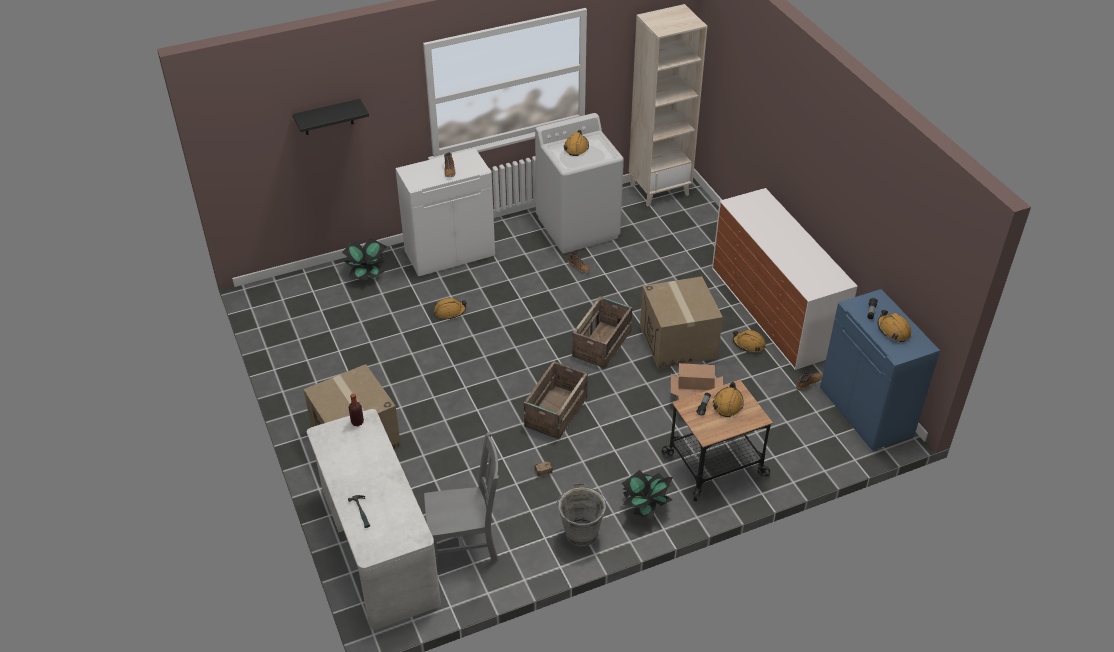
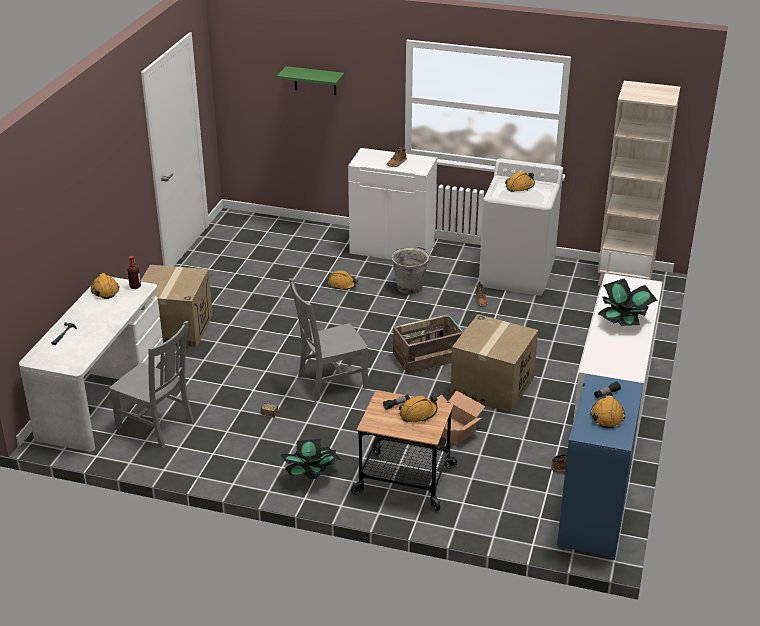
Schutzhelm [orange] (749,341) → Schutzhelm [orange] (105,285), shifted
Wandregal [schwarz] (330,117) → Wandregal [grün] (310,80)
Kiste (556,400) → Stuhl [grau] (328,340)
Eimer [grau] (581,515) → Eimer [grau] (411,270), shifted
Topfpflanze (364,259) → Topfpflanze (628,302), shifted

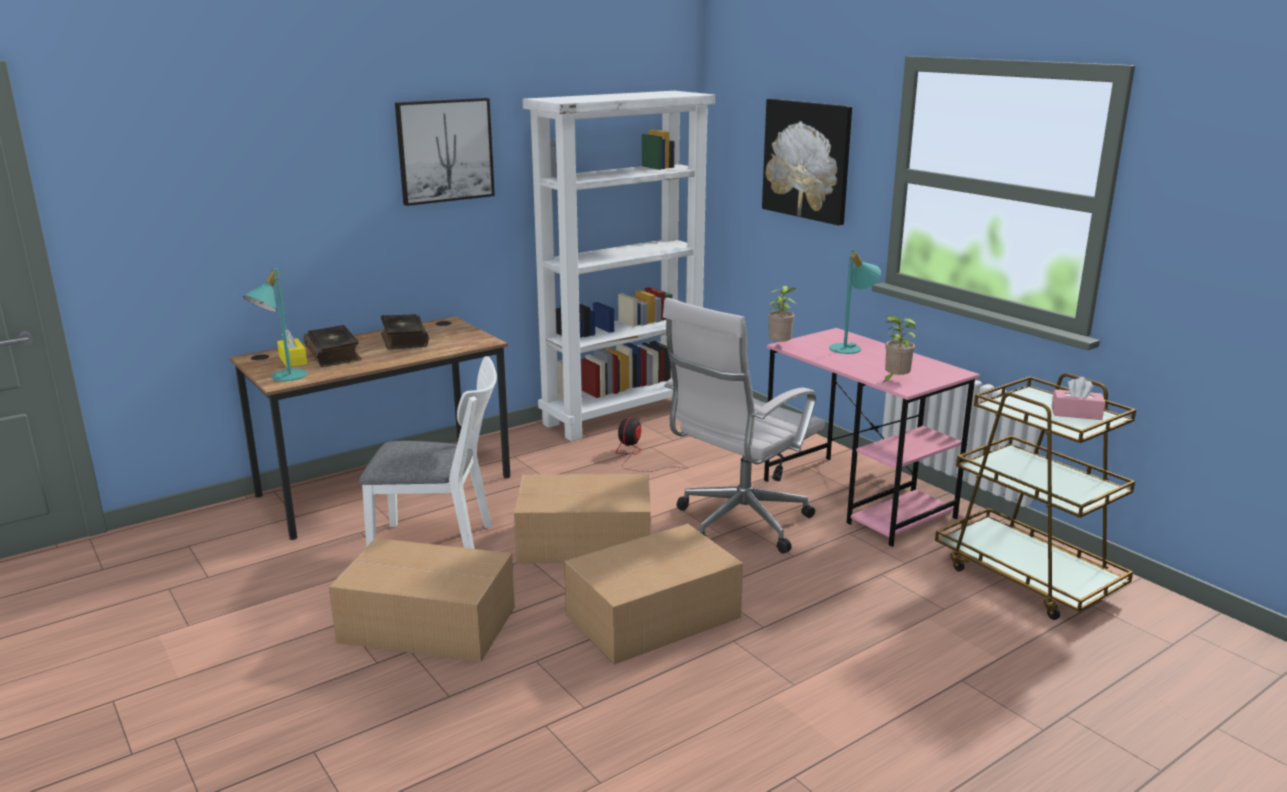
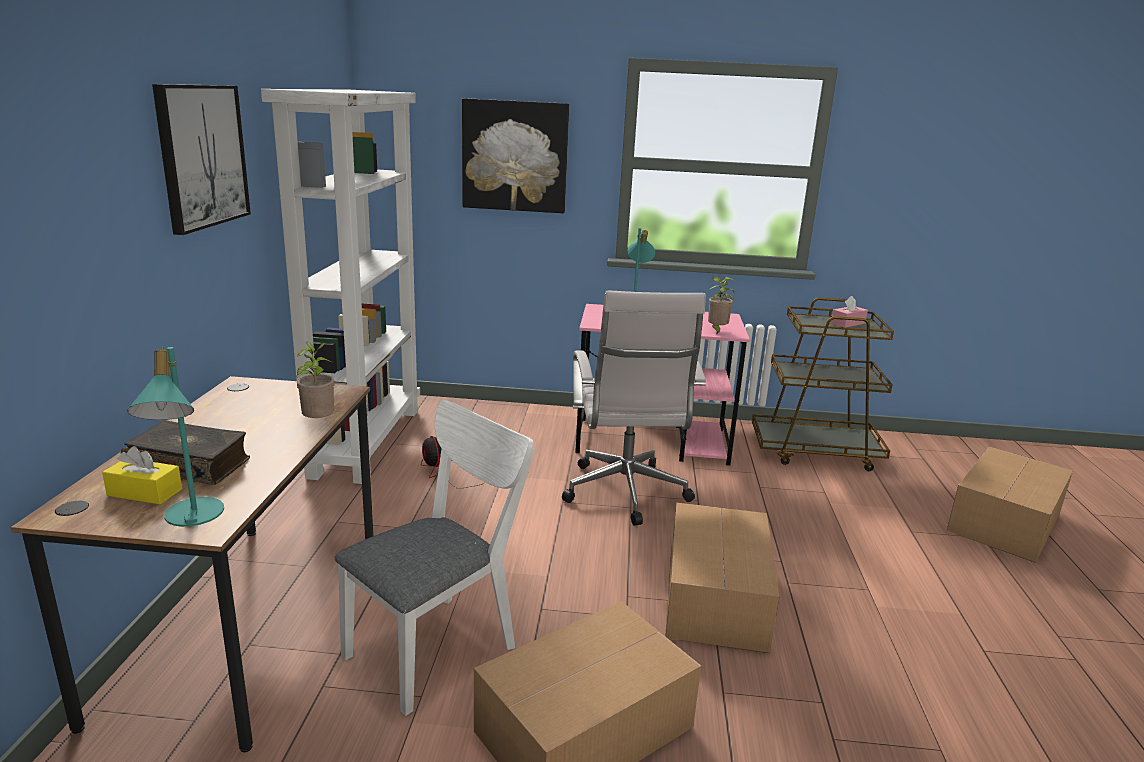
Topfpflanze (782,314) → Topfpflanze (315,380), shifted
Karton (582,519) → Karton (1010,504), shifted
Buch (405,332) → -

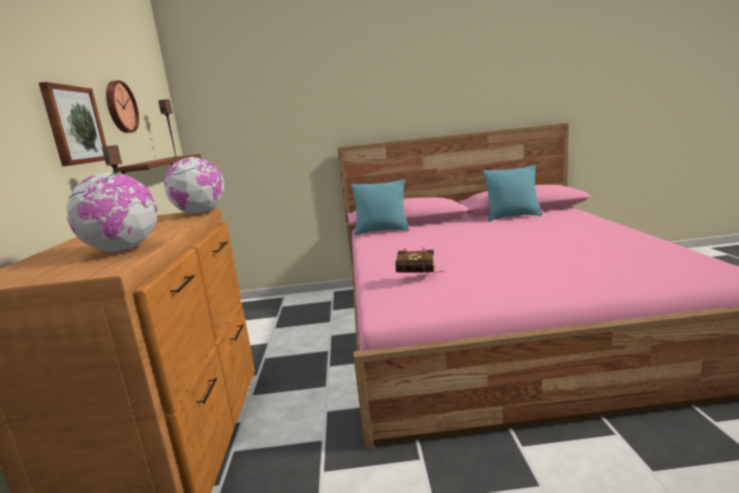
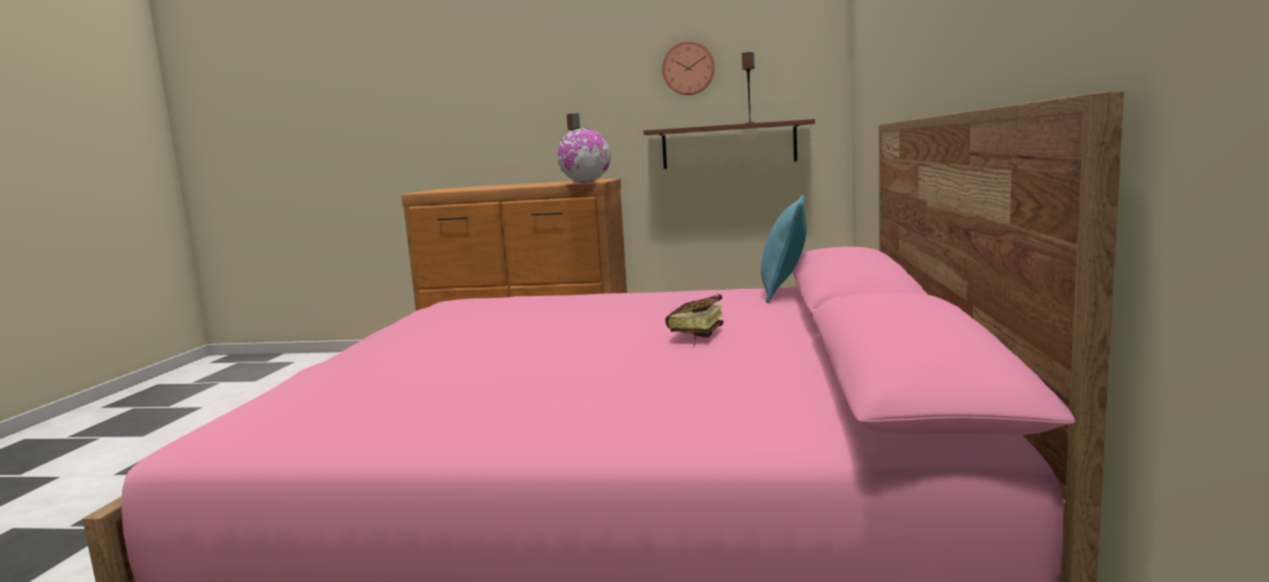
Buch (420,260) → Buch (694,320), shifted
Bild (73,124) → -
Globus (112,212) → -
Kissen [türkis] (512,193) → -

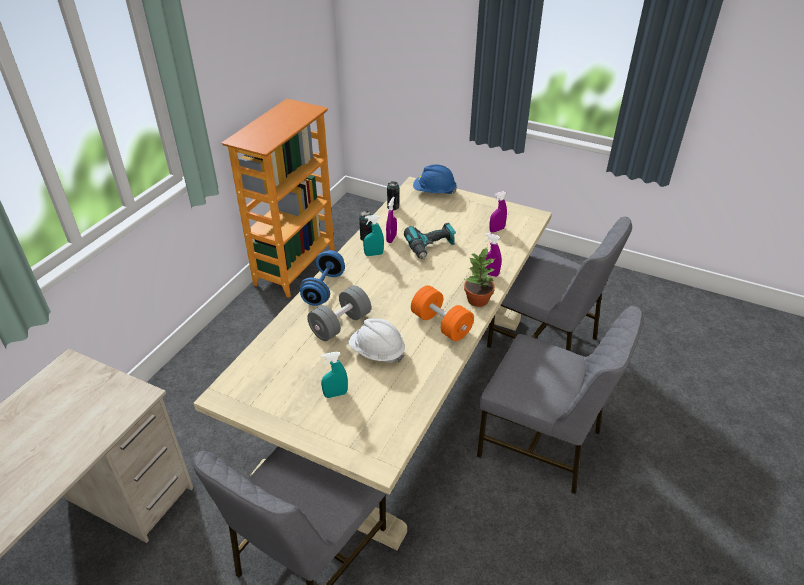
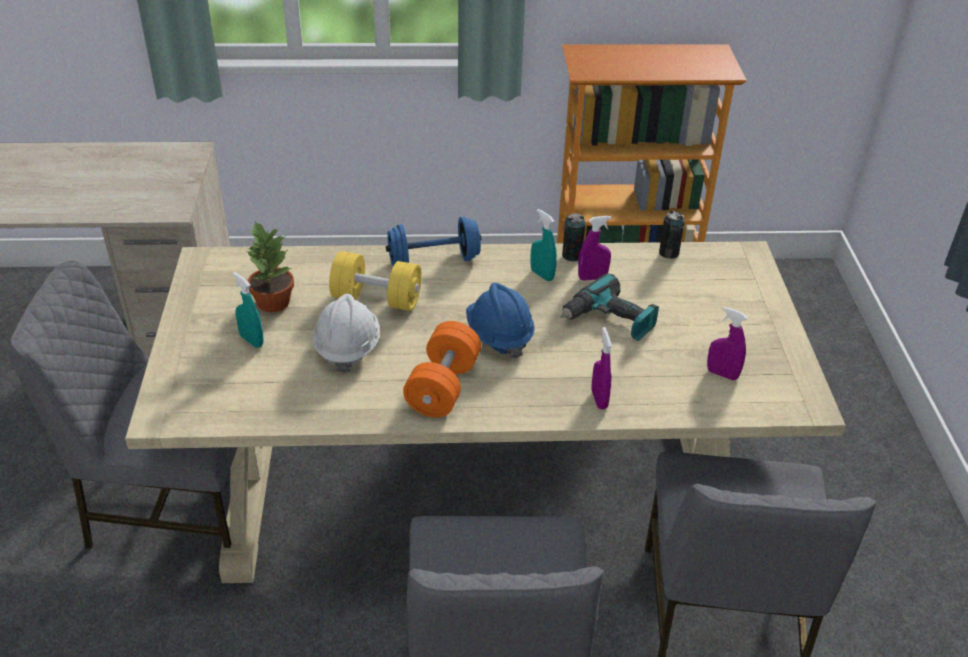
Topfpflanze (480,277) → Topfpflanze (270,266), shifted
Hantel [grau] (339,313) → Hantel [gelb] (375,281)
Schutzhelm [blau] (435,179) → Schutzhelm [blau] (500,321), shifted

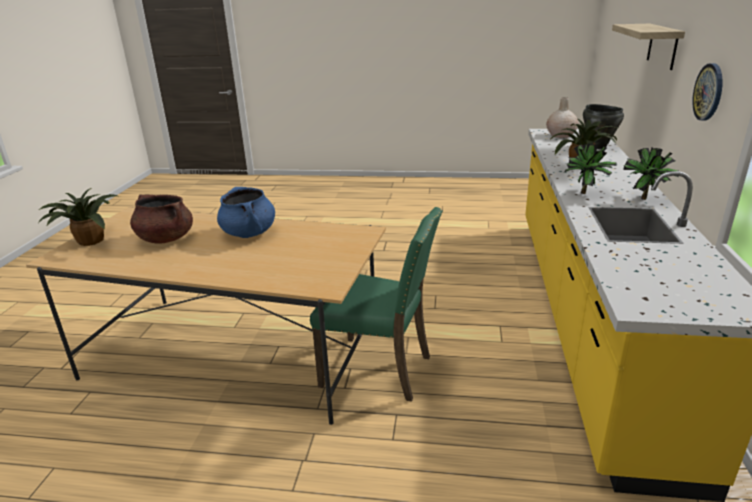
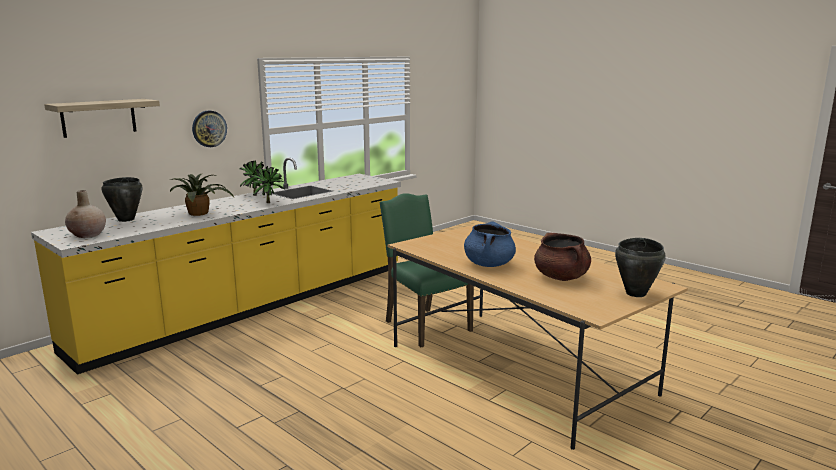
Topfpflanze (79,217) → Kochtopf [schwarz] (640,267)

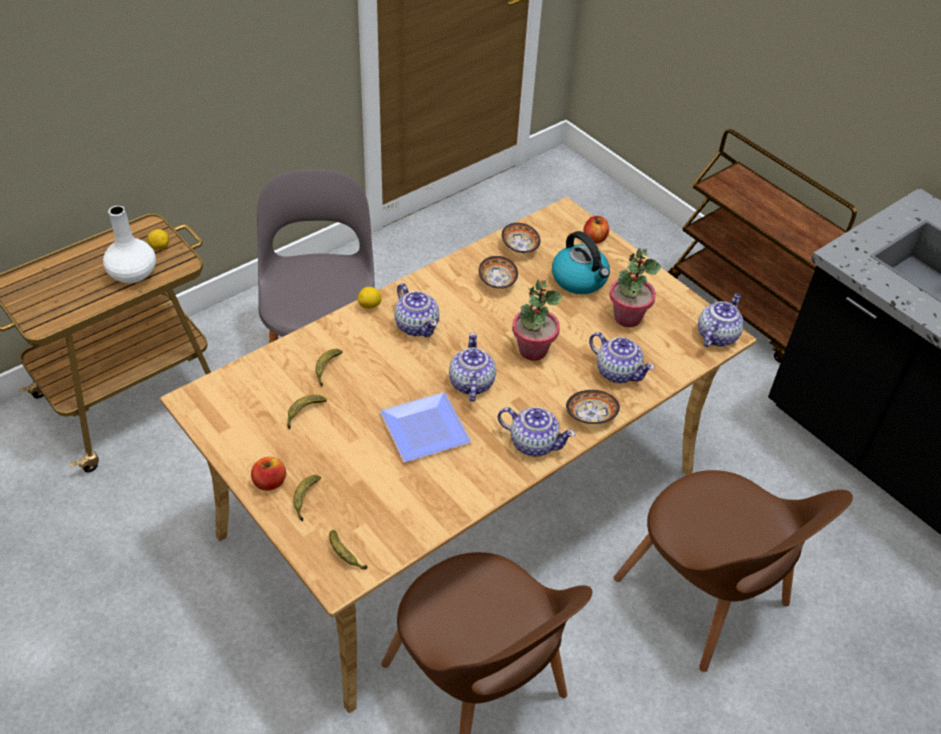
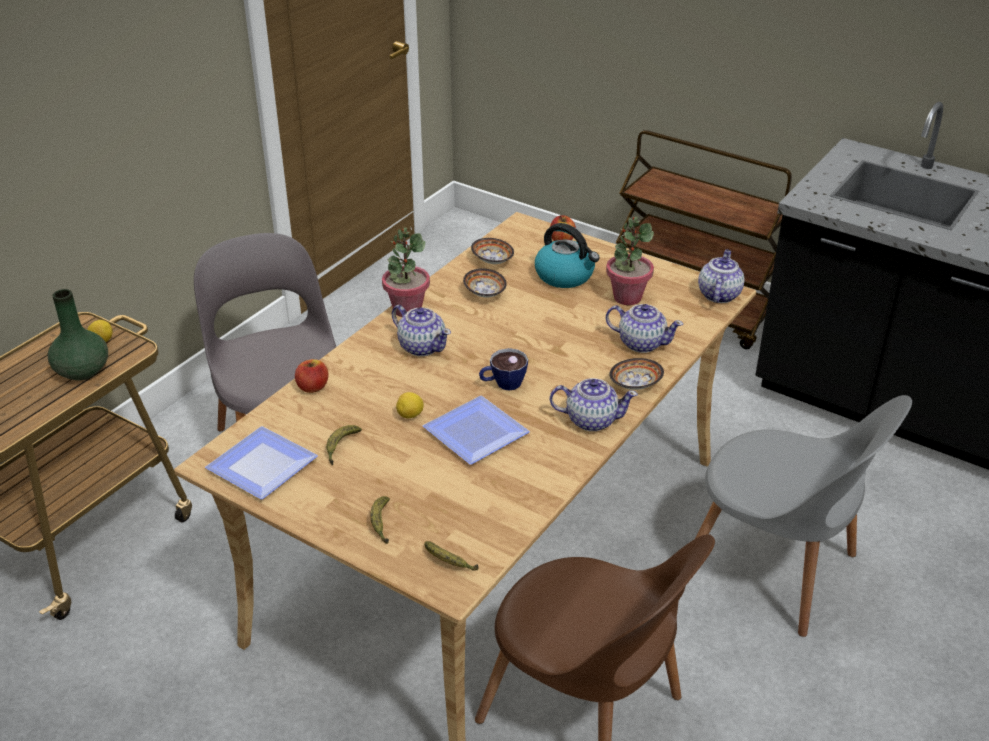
Vase [weiß] (129,244) → Vase [grün] (77,335)
- → Teller (261,462)
Apfel (268,474) → Apfel (312,376), shifted
Topfpflanze (537,320) → Topfpflanze (406,272), shifted
Zitrone (370,298) → Zitrone (410,405), shifted
Teekanne (472,367) → Tasse (503,369)
Stuhl [braun] (733,571) → Stuhl [grau] (803,516)
Banane (329,368) → -

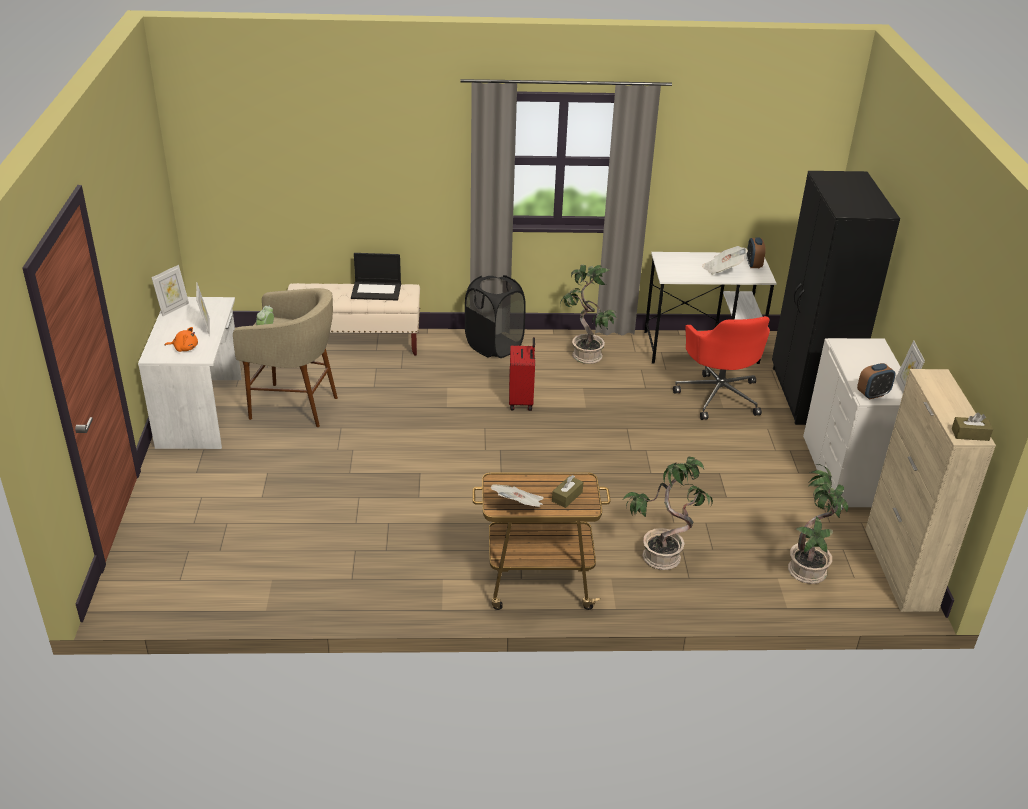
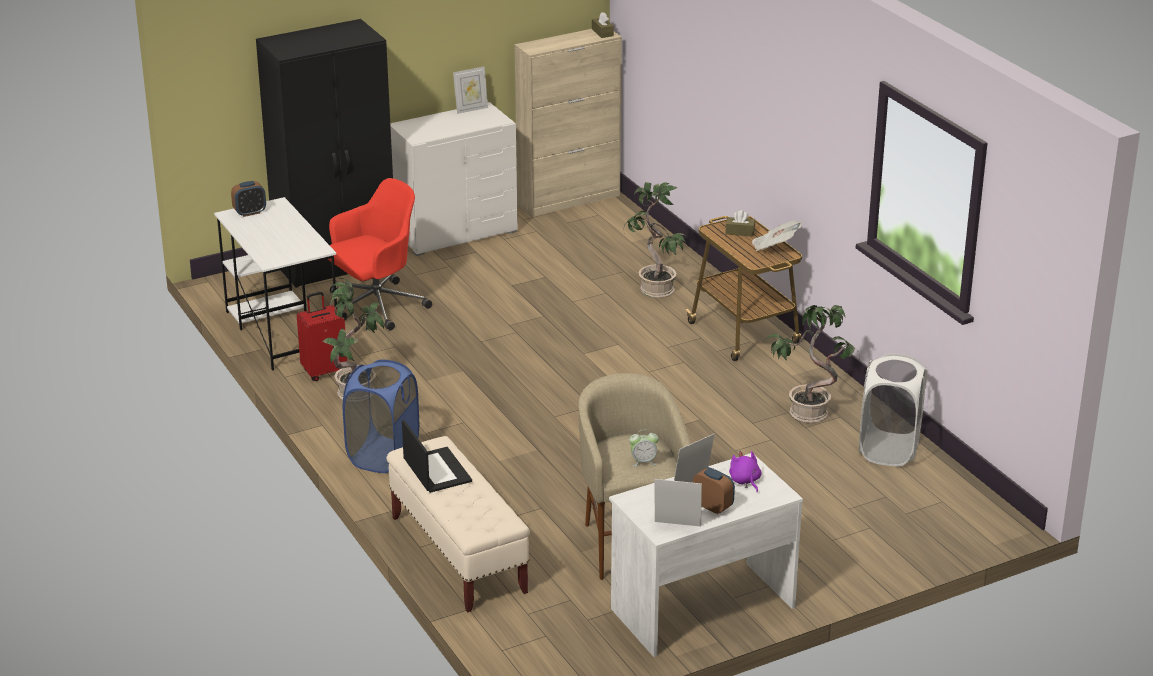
Koffer [rot] (522,374) → Koffer [rot] (322,336), shifted
Wäschekorb [schwarz] (495,316) → Wäschekorb [blau] (381,416)
Wecker (876,381) → Wecker (714,490), shifted
Plüschtier [orange] (181,339) → Plüschtier [lila] (745,471)
Topfpflanze (818,524) → Topfpflanze (810,364), shifted
- → Wäschekorb [weiß] (893,409)
Zeitung (725,260) → -

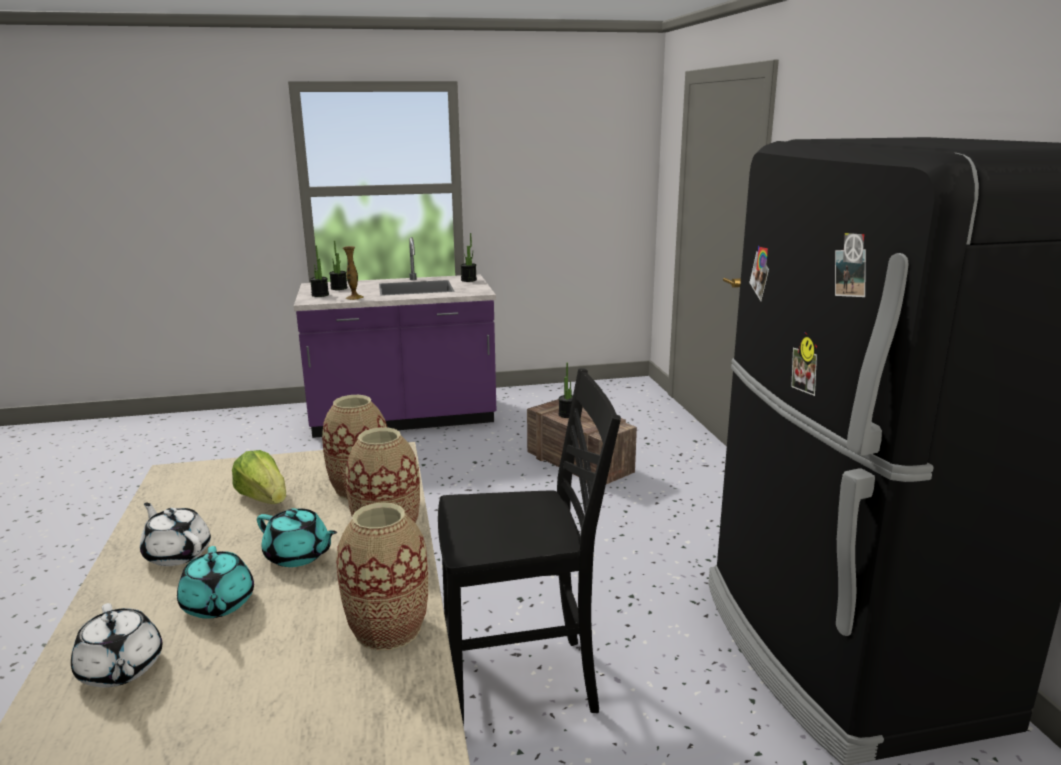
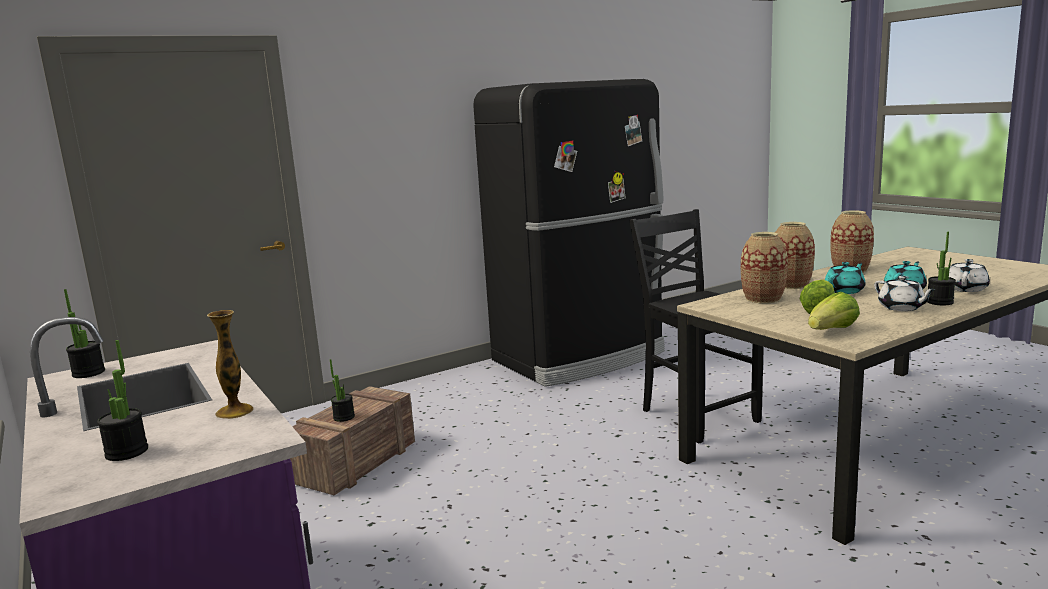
- → Salatkopf (834,311)
Teekanne [türkis] (297,537) → Teekanne [türkis] (845,278), 45 degrees clockwise
Teekanne [weiß] (175,534) → Teekanne [weiß] (905,293), 45 degrees counterclockwise
Topfpflanze (319,271) → Topfpflanze (941,269), shifted

